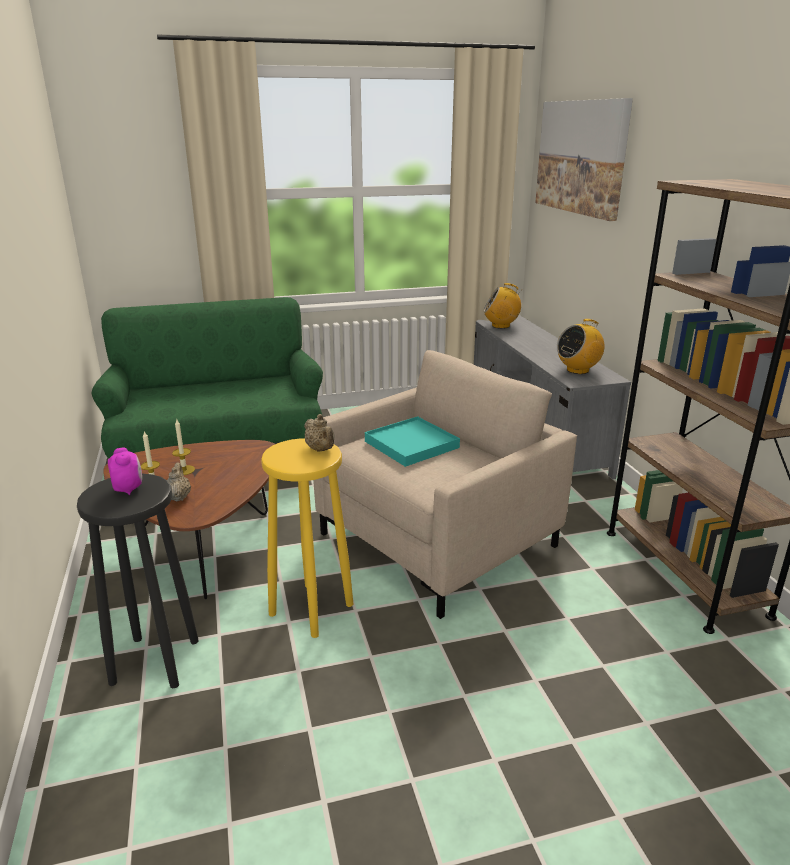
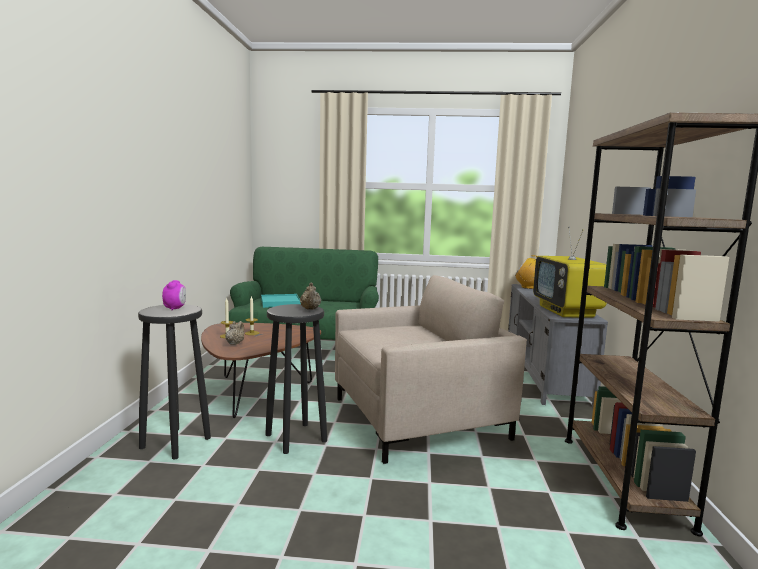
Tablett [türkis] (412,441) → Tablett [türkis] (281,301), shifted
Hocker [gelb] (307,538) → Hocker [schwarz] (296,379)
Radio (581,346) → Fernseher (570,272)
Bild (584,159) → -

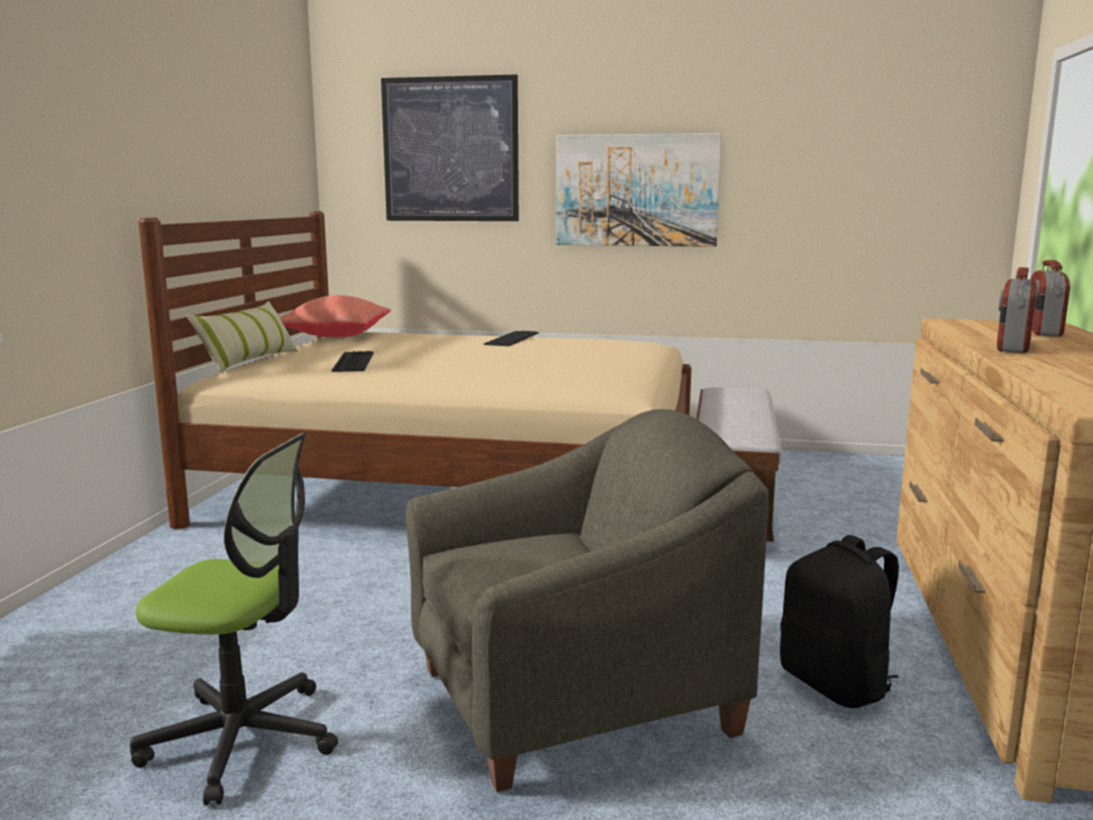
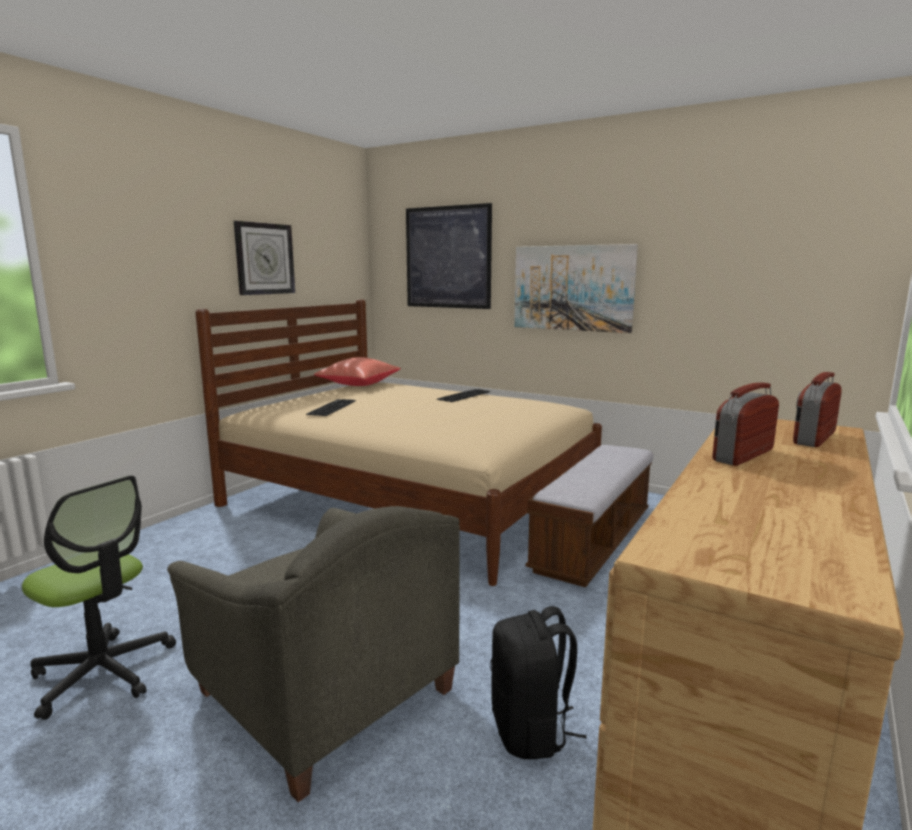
Sessel [grau] (587,600) → Sessel [grau] (313,654), 45 degrees clockwise
- → Wanduhr (264,258)
Kissen (242,337) → -

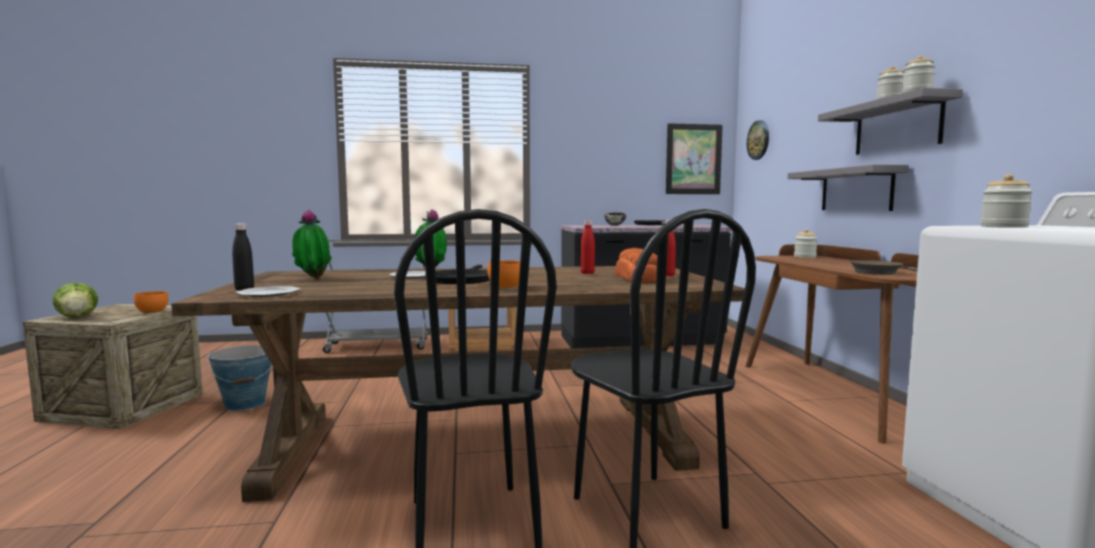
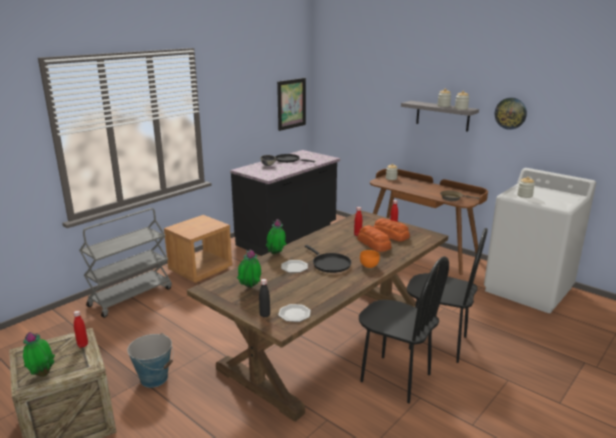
Salatkopf (75,300) → Topfpflanze (39,354)
Schüssel [orange] (151,302) → Flasche [rot] (80,329)
- → Brot (374,238)
Wanduhr (758,140) → Wanduhr (511,114), shifted
Wandregal [grau] (848,187) → -

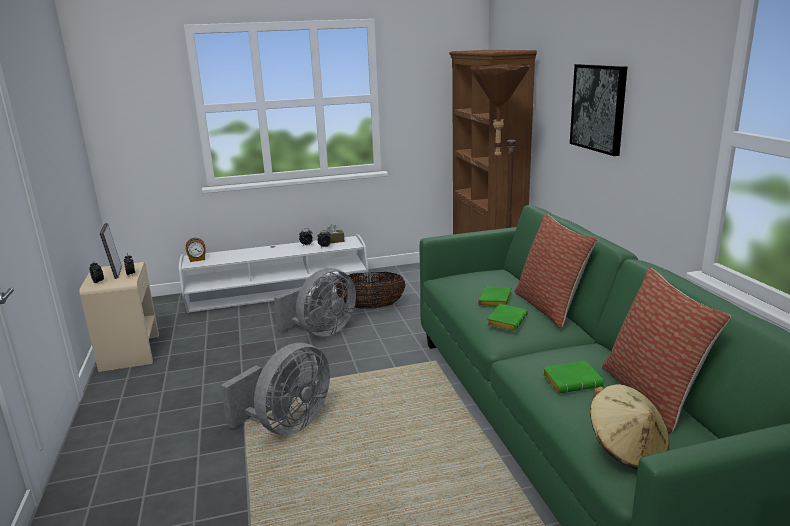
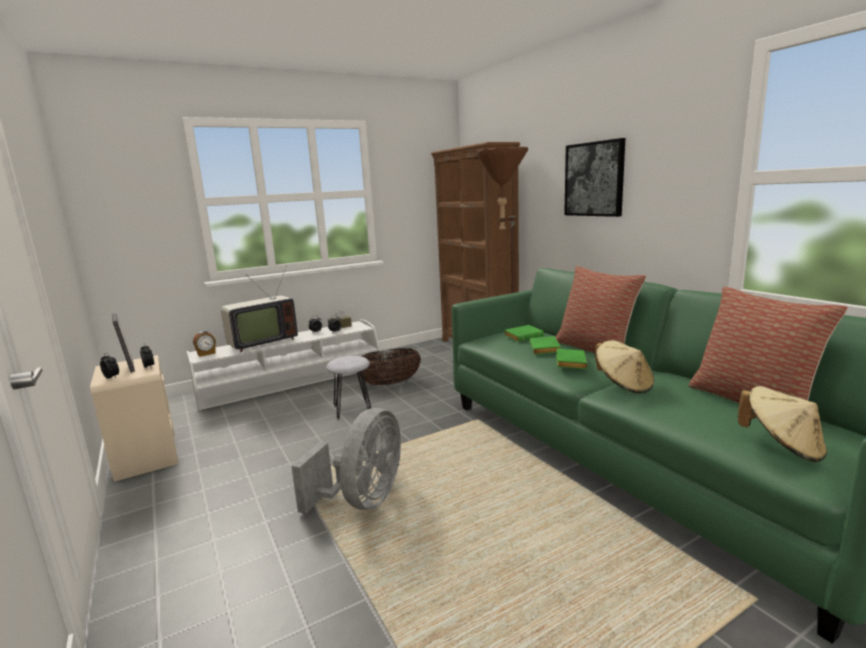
- → Fernseher (259,310)
Ventilator [grau] (315,302) → Hocker [grau] (348,388)
Buch [grün] (573,377) → Buch [grün] (524,333), shifted
- → Hut [beige] (624,367)

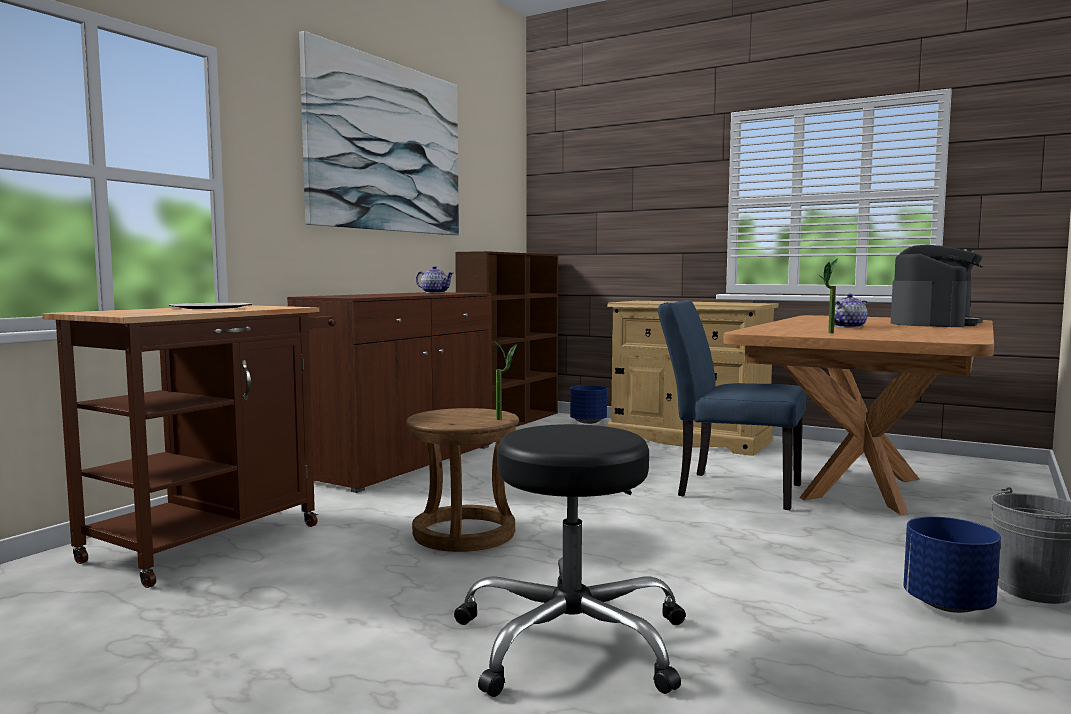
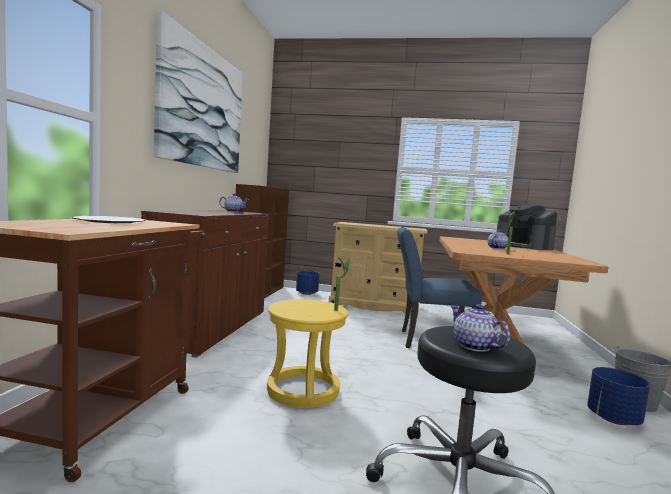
Hocker [braun] (462,480) → Hocker [gelb] (307,353)
- → Teekanne (480,328)
Kaffeemaschine (937,286) → Kaffeemaschine (526,227), 135 degrees clockwise

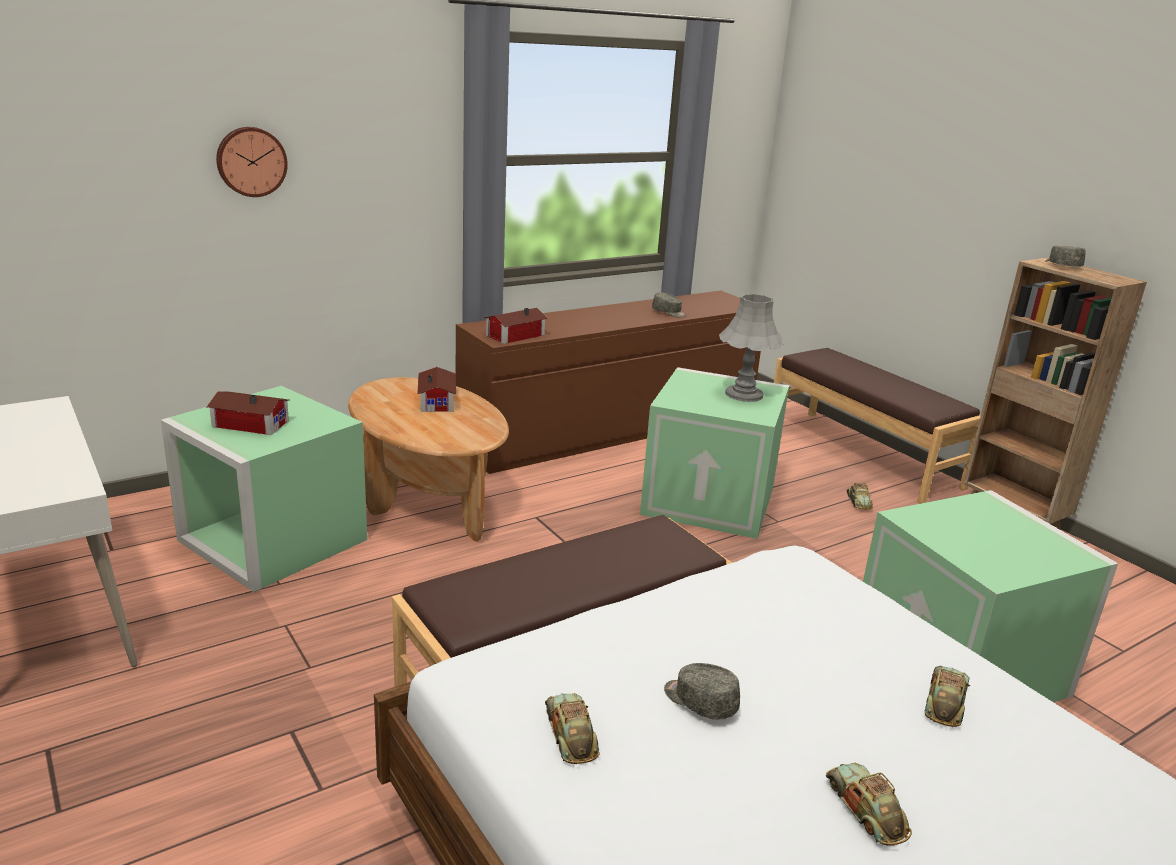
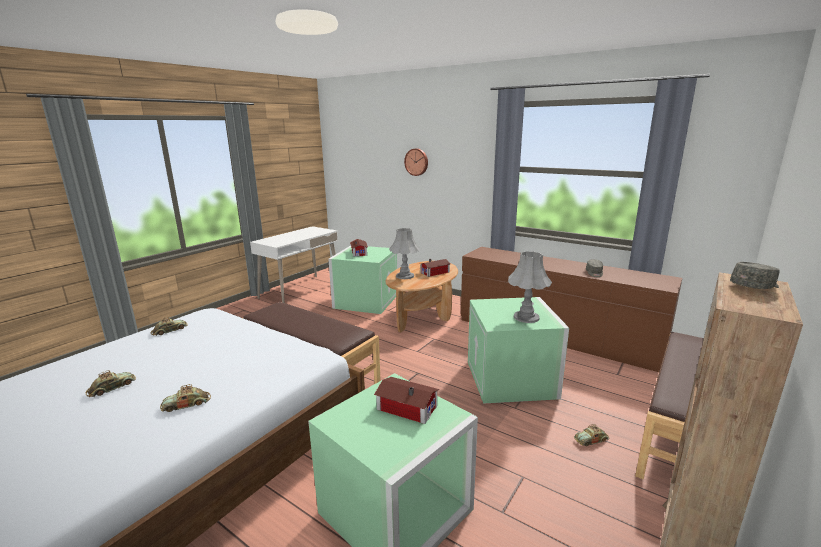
Spielzeugauto (947,696) → Spielzeugauto (185,398), 150 degrees clockwise
Spielzeughaus (516,326) → Spielzeughaus (406,400), shifted
- → Tischlampe [grau] (404,253)
Kappe [grau] (702,691) → -

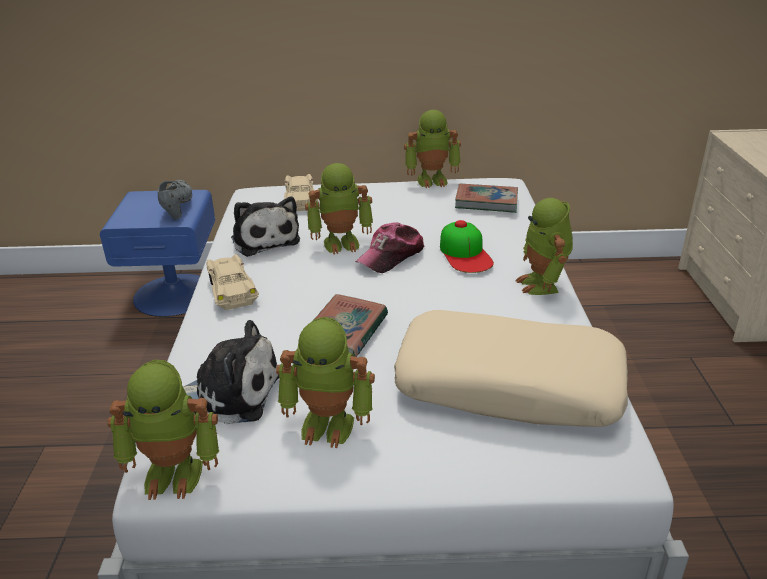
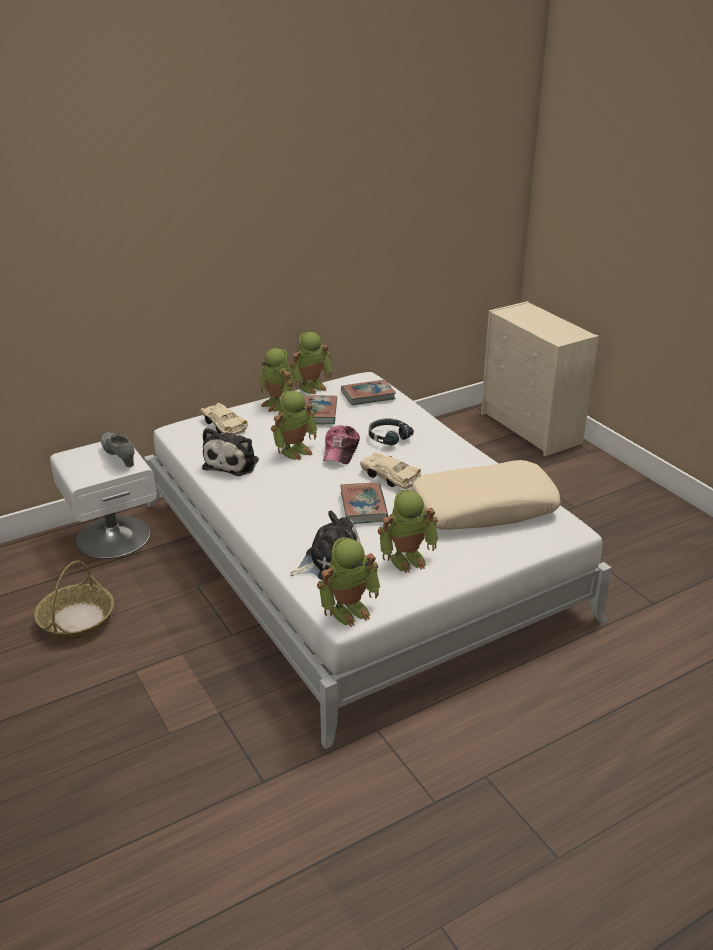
- → Korb (74,600)
Nachttisch [blau] (157,253) → Nachttisch [weiß] (103,500)
Plüschtier (265,227) → Plüschtier (230,452), 75 degrees clockwise
Spielzeugroboter (544,246) → Spielzeugroboter (276,380), shifted
- → Buch (320,409)
Spielzeugauto [beige] (232,282) → Spielzeugauto [beige] (390,470), shifted
Kappe (467,246) → Kopfhörer [schwarz] (391,432)

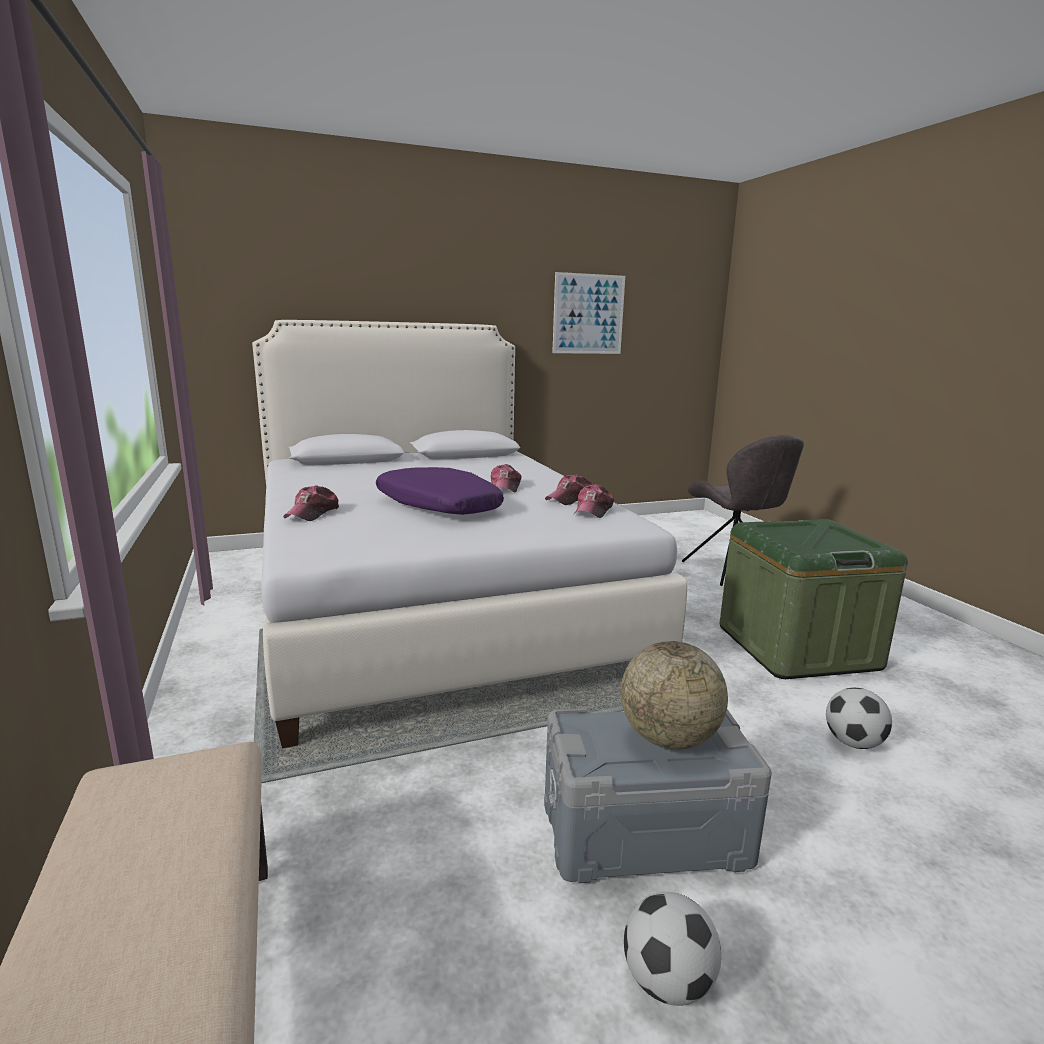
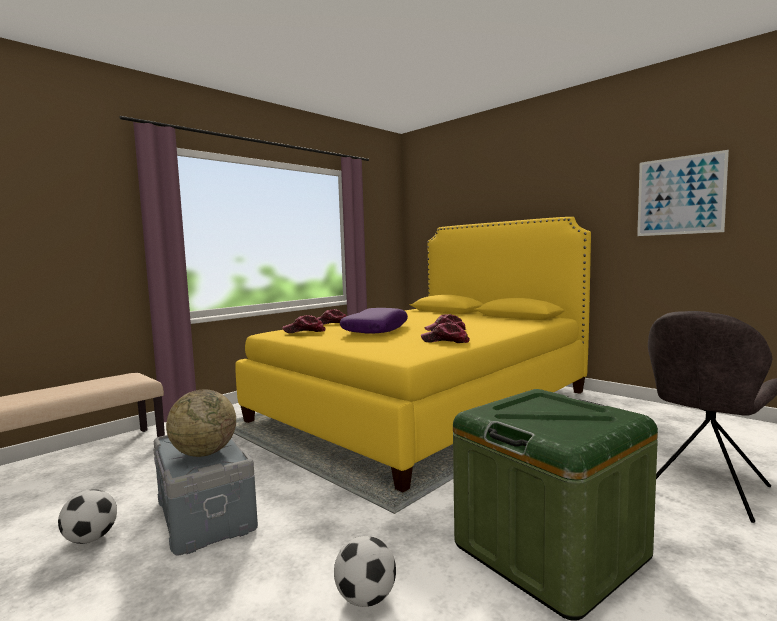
Bett [weiß] (469,534) → Bett [gelb] (413,354)
Kappe (594,501) → Kappe (304,324), shifted

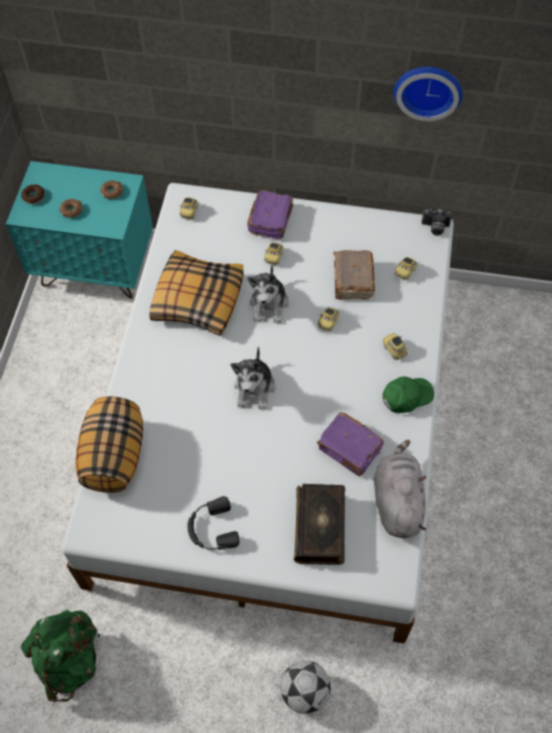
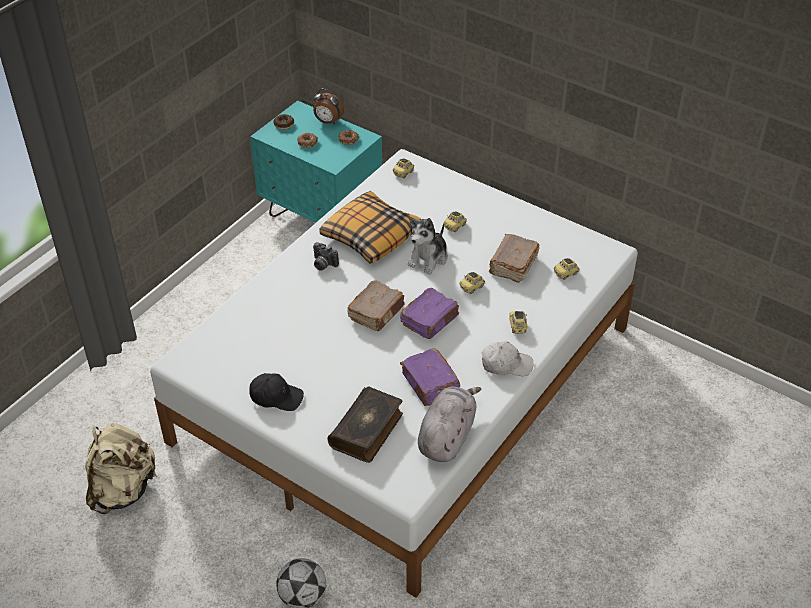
Rucksack [grün] (61,656) → Rucksack [beige] (121,468)
Kopfhörer [schwarz] (213,523) → Kappe [schwarz] (277,392)
- → Wecker (328,106)
Kamera (437,222) → Kamera (326,256), shifted
Plüschtier (253,378) → Buch [braun] (376,305)
Buch [lila] (270,214) → Buch [lila] (429,313), shifted
Kappe [grün] (408,394) → Kappe [weiß] (508,359)
Kissen (109,444) → -
Wanduhr (428,94) → -

